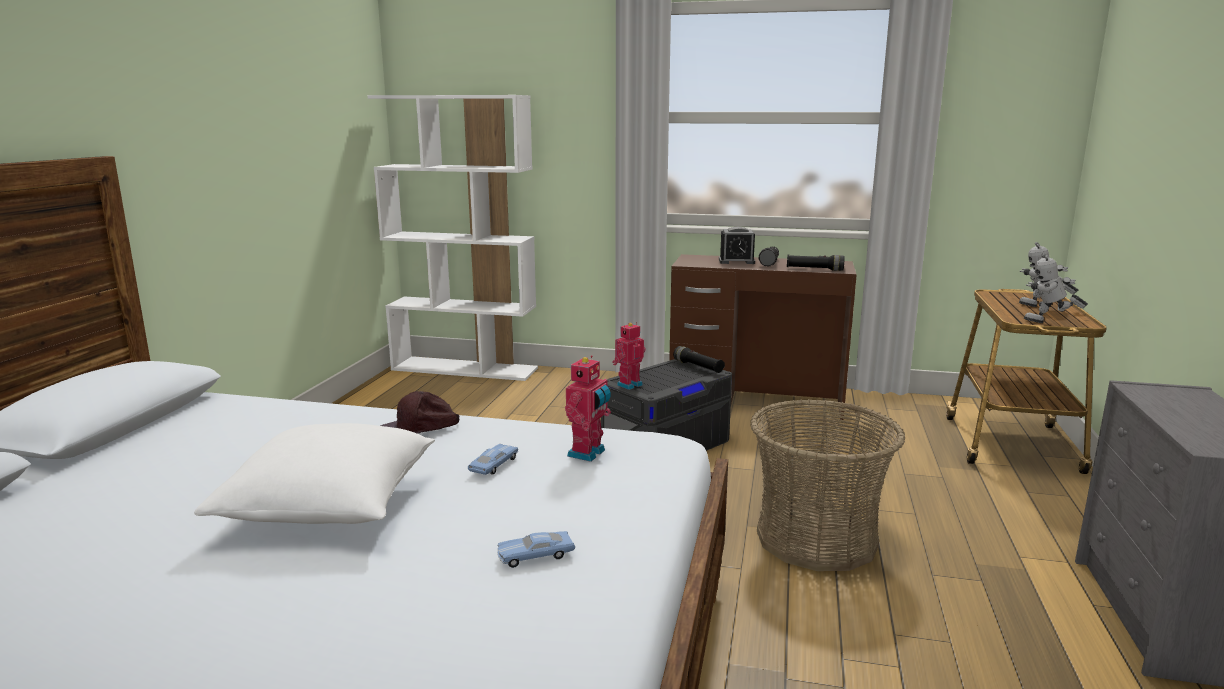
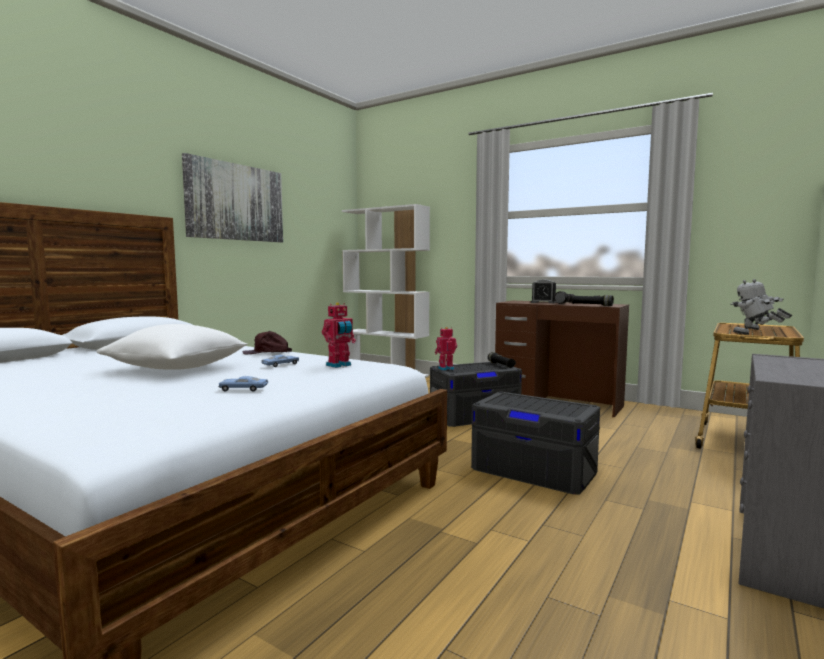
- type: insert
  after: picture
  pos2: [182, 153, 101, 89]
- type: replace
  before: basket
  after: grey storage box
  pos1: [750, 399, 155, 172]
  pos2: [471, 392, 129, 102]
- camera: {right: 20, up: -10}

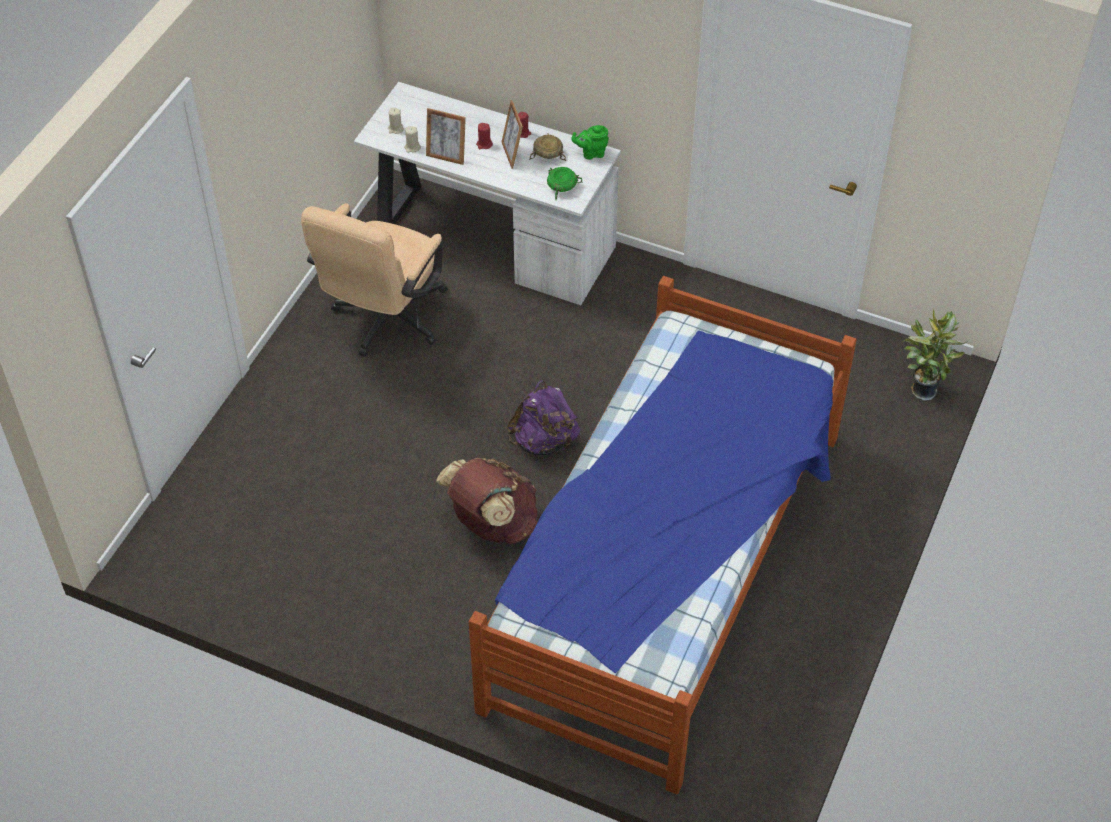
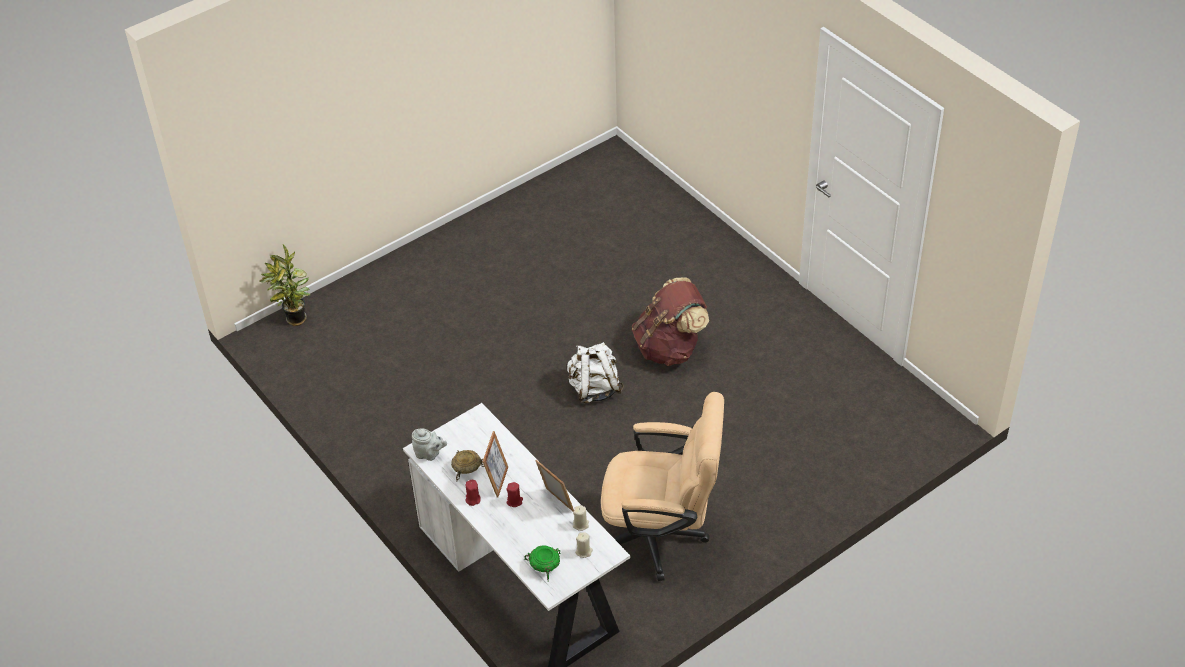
- type: recolor
  before: green teapot
  after: grey teapot
  pos1: [571, 125, 38, 35]
  pos2: [412, 428, 35, 33]
- type: move
  before: green bowl
  pos1: [547, 167, 36, 34]
  pos2: [525, 545, 35, 37]
- type: recolor
  before: purple backpack
  after: white backpack
  pos1: [507, 380, 73, 75]
  pos2: [567, 342, 57, 62]
- type: rotate
  before: beige office chair
  pos1: [301, 203, 147, 154]
  pos2: [601, 392, 123, 189]
  turn: 45
- type: delete
  before: bed
  pos1: [469, 276, 388, 518]
- camera: {right: -150, up: -5}

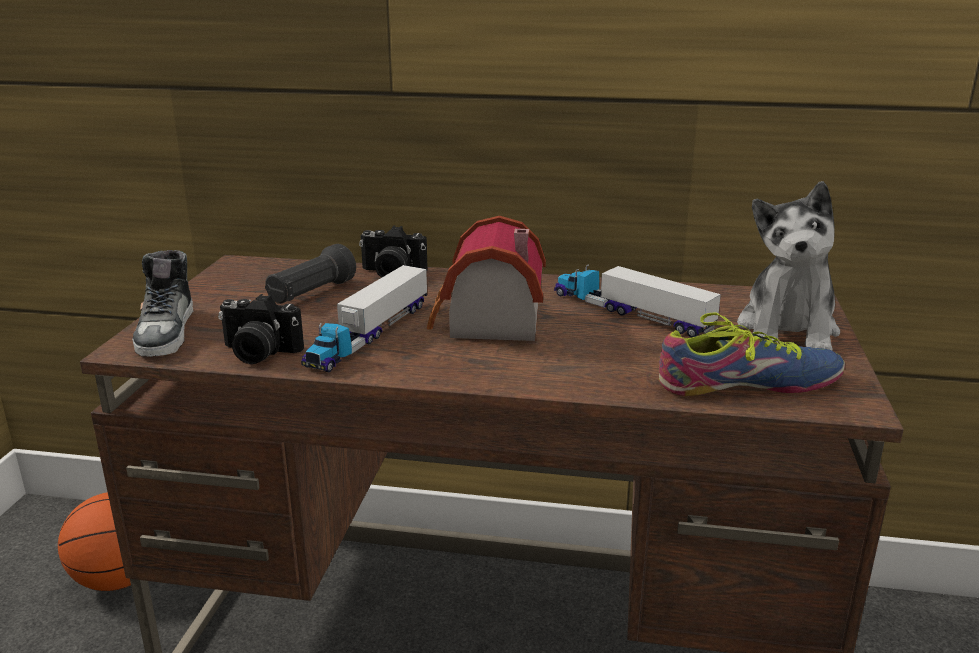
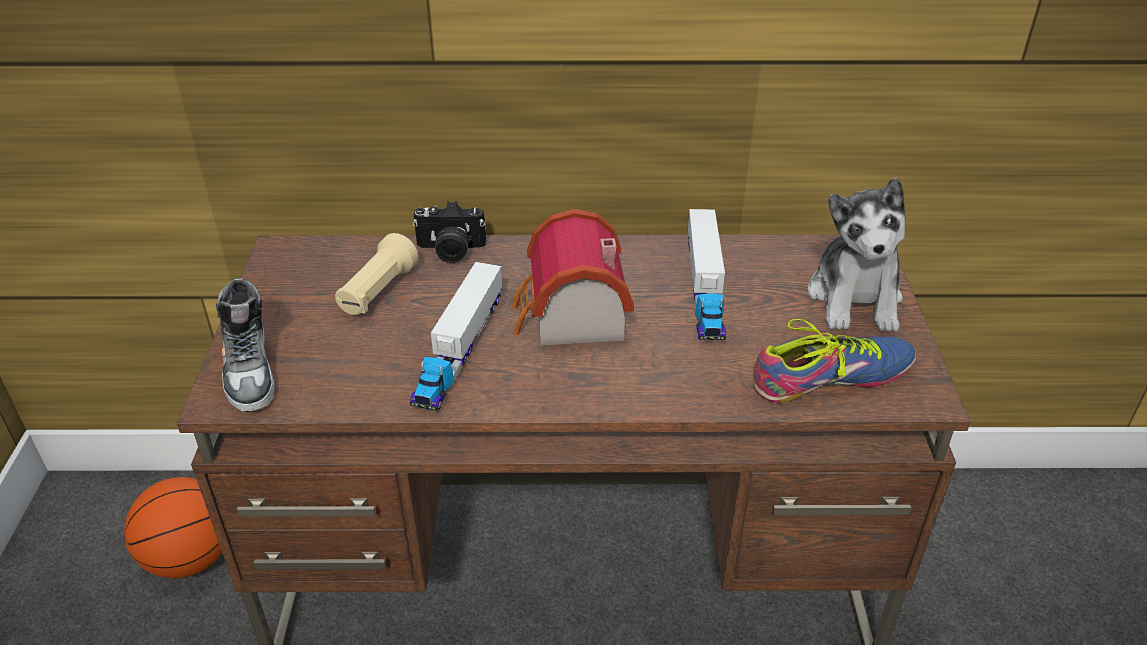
- type: recolor
  before: black flashlight
  after: beige flashlight
  pos1: [265, 244, 91, 60]
  pos2: [335, 233, 83, 82]
- type: rotate
  before: toy truck
  pos1: [554, 264, 167, 73]
  pos2: [688, 209, 38, 131]
  turn: -120
- type: delete
  before: photo camera
  pos1: [218, 294, 86, 70]
- camera: {right: -10, up: 15}

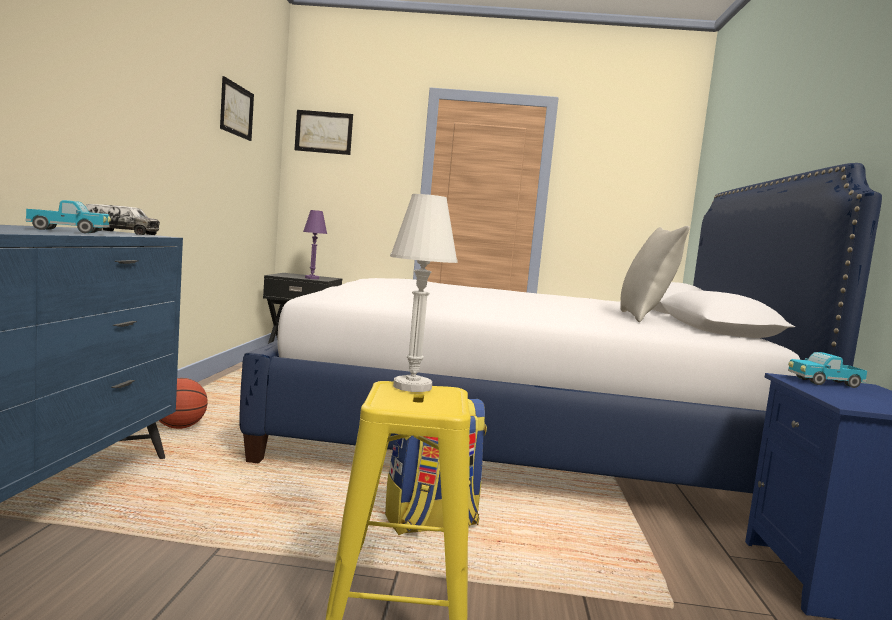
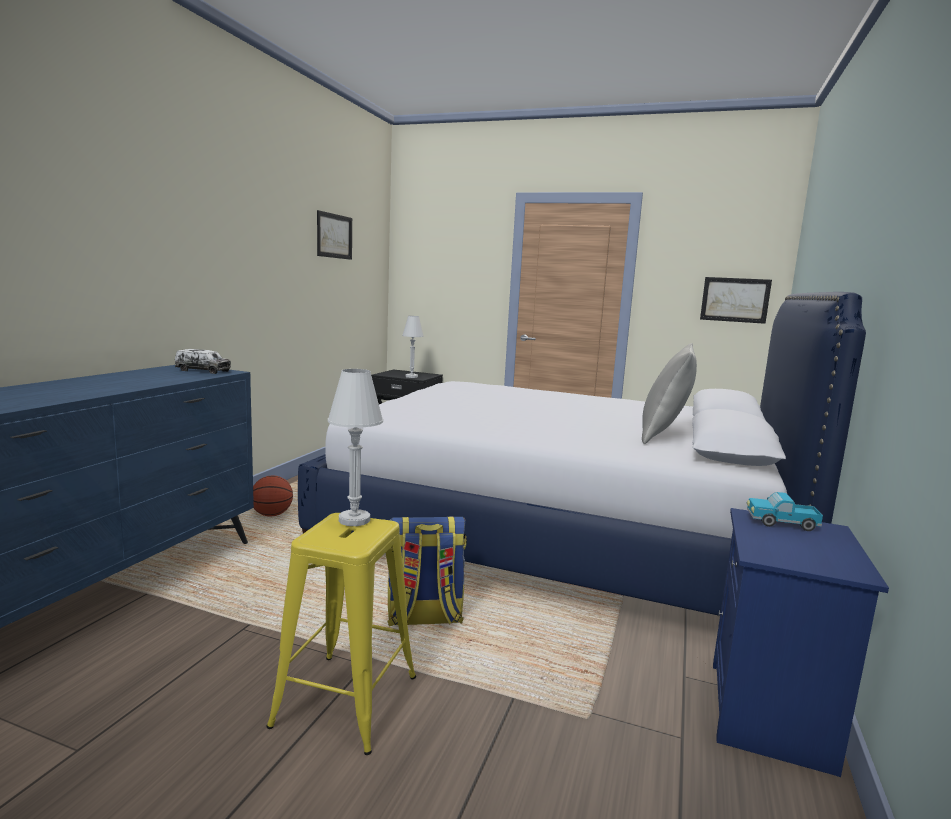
- type: recolor
  before: purple table lamp
  after: white table lamp
  pos1: [303, 210, 24, 69]
  pos2: [402, 316, 22, 62]
- type: move
  before: picture
  pos1: [295, 110, 58, 45]
  pos2: [700, 277, 72, 47]
- type: delete
  before: toy truck
  pos1: [25, 200, 86, 33]
- camera: {right: 15, up: 5}

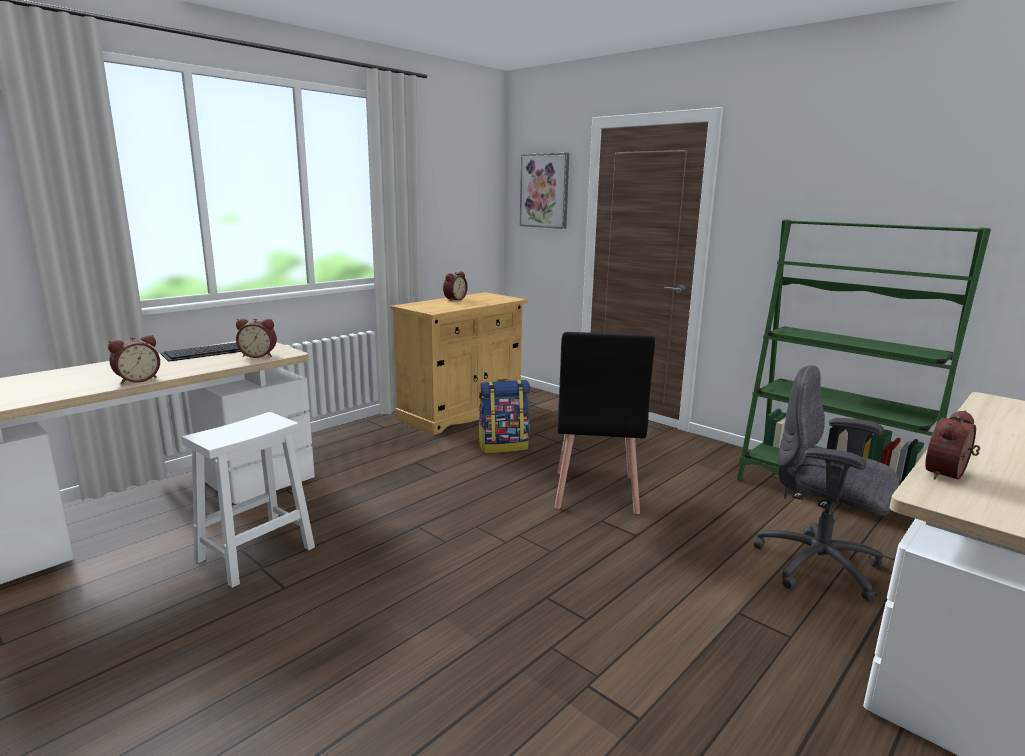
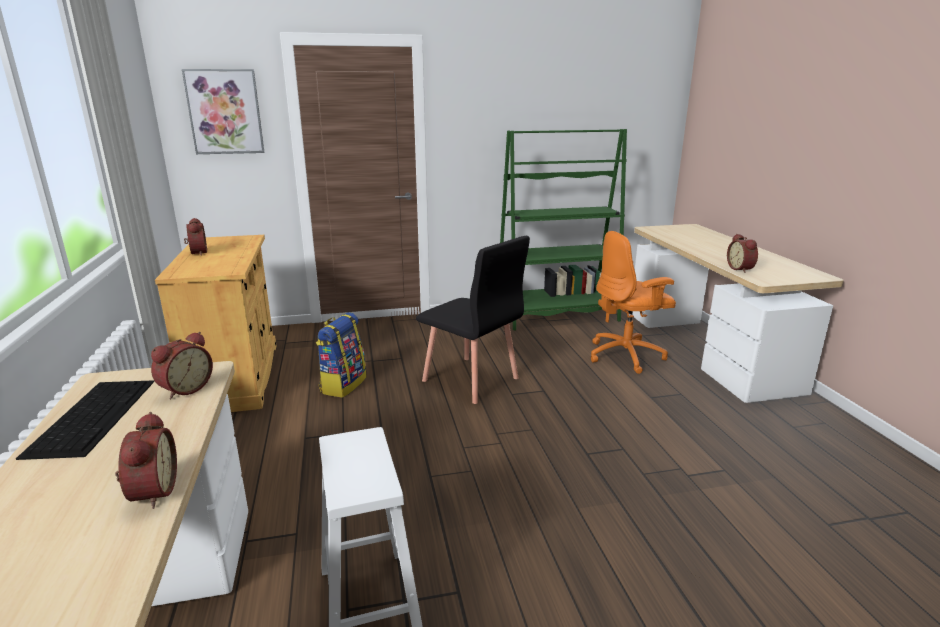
- type: recolor
  before: grey office chair
  after: orange office chair
  pos1: [754, 365, 145, 237]
  pos2: [591, 231, 85, 143]
- camera: {right: -55, up: 5}

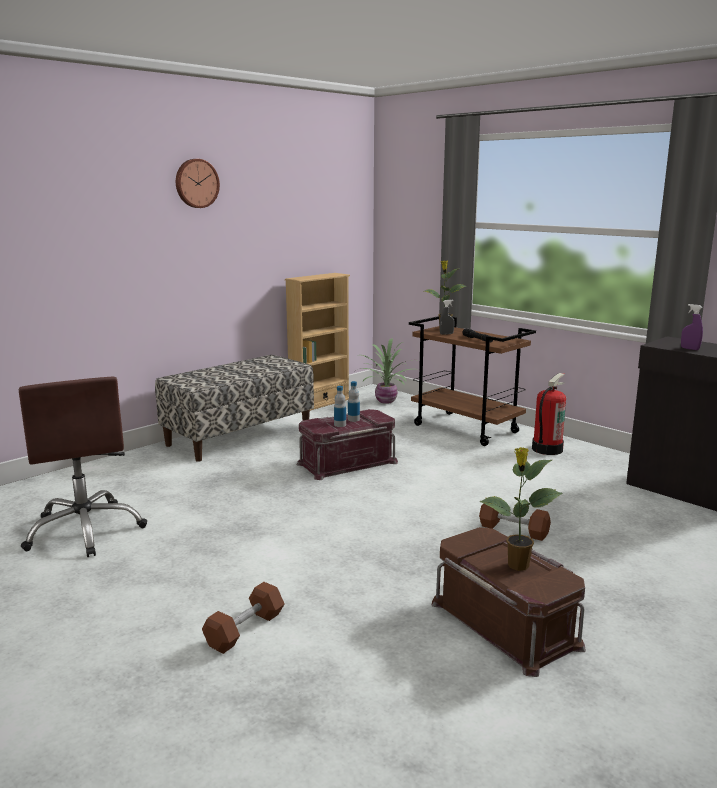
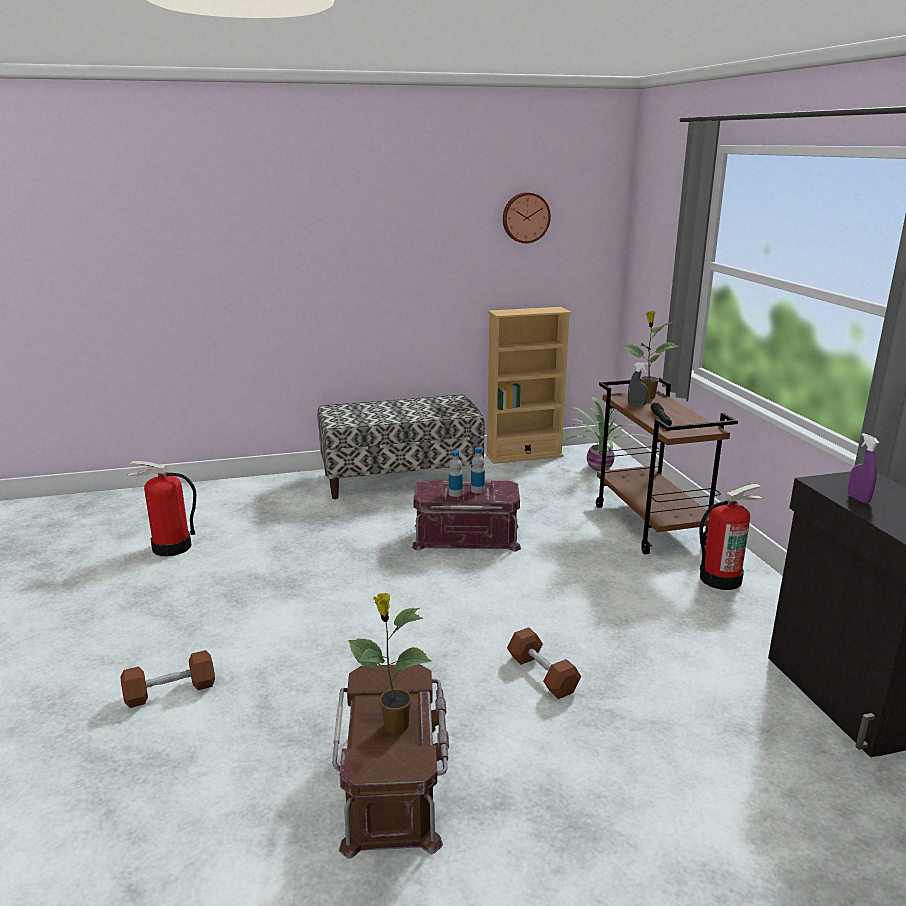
- type: replace
  before: brown office chair
  after: fire extinguisher
  pos1: [19, 377, 128, 180]
  pos2: [127, 461, 69, 95]
- type: move
  before: wall clock
  pos1: [176, 159, 44, 49]
  pos2: [503, 192, 48, 51]
- camera: {right: 30, up: 5}

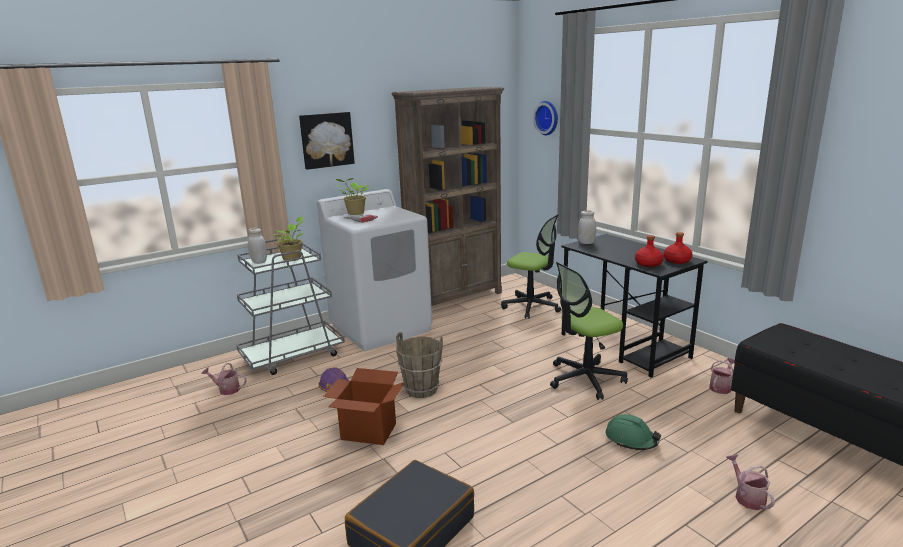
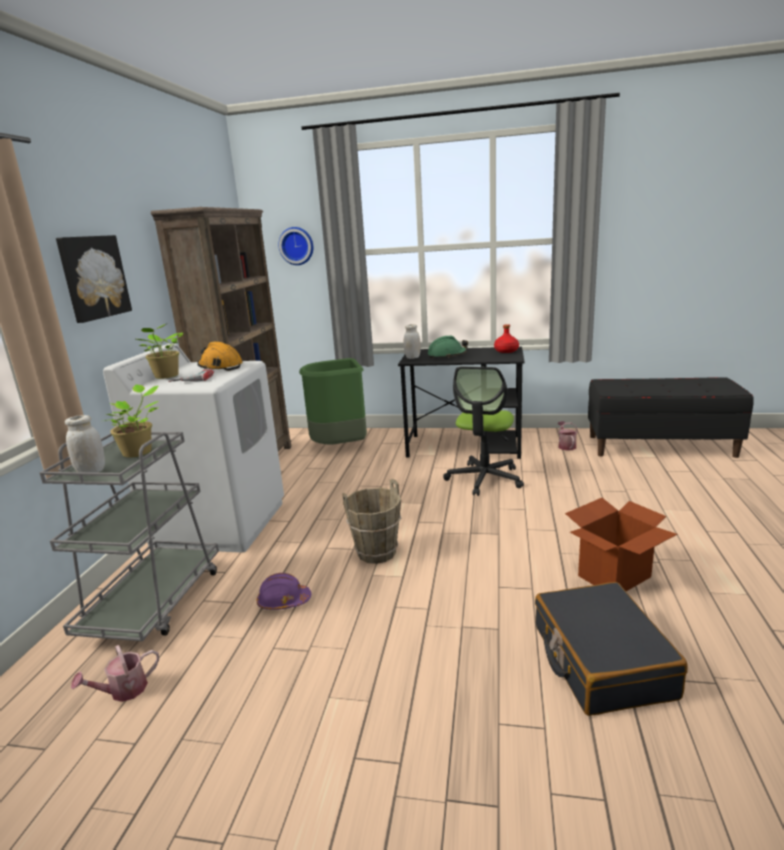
- type: insert
  after: orange hard hat
  pos2: [197, 342, 46, 29]
- type: replace
  before: office chair
  after: green trash can
  pos1: [501, 214, 60, 105]
  pos2: [299, 358, 68, 87]
- type: move
  before: green hard hat
  pos1: [606, 414, 55, 36]
  pos2: [428, 336, 40, 22]
- type: move
  before: cardboard box
  pos1: [324, 368, 81, 77]
  pos2: [565, 498, 112, 93]
- type: delete
  before: red bottle
  pos1: [635, 235, 29, 32]
- type: delete
  before: watering can
  pos1: [726, 454, 49, 56]
- camera: {right: -45, up: 0}

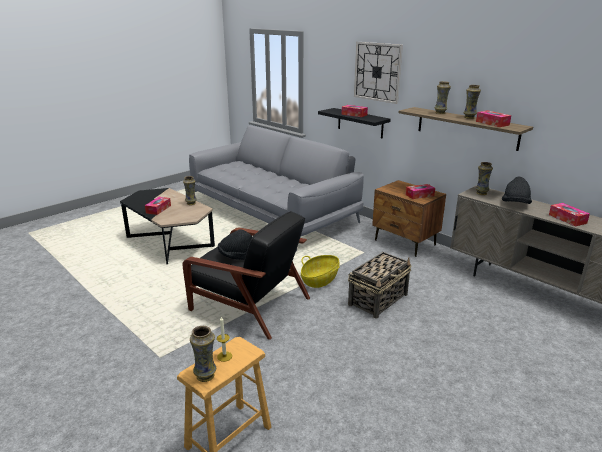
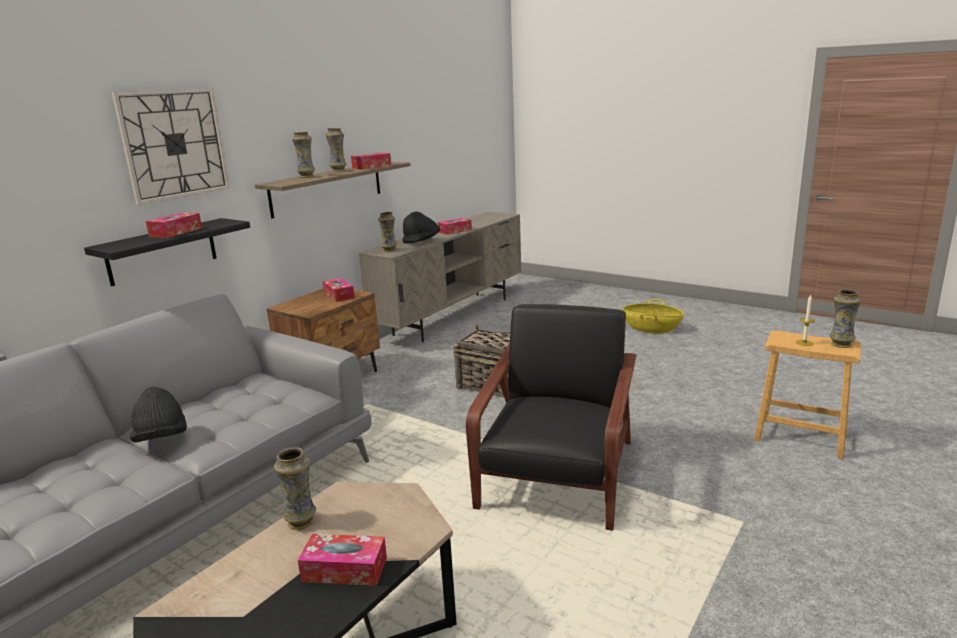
- type: move
  before: black hat
  pos1: [218, 229, 34, 31]
  pos2: [130, 387, 57, 55]
- type: move
  before: basket
  pos1: [301, 255, 39, 33]
  pos2: [622, 299, 62, 34]
- camera: {right: -100, up: -5}

